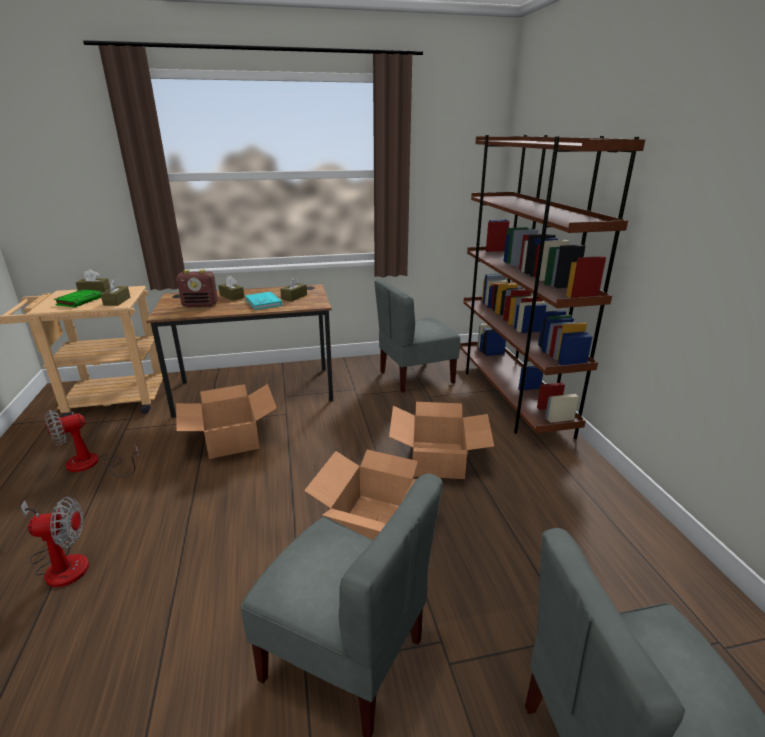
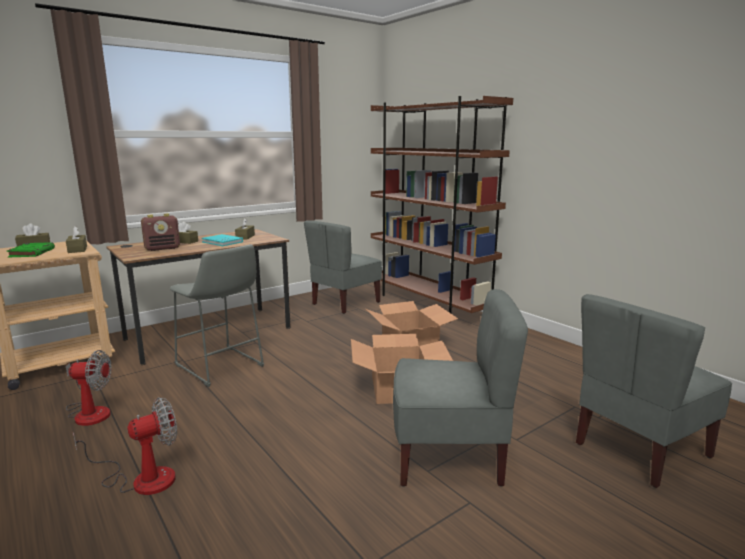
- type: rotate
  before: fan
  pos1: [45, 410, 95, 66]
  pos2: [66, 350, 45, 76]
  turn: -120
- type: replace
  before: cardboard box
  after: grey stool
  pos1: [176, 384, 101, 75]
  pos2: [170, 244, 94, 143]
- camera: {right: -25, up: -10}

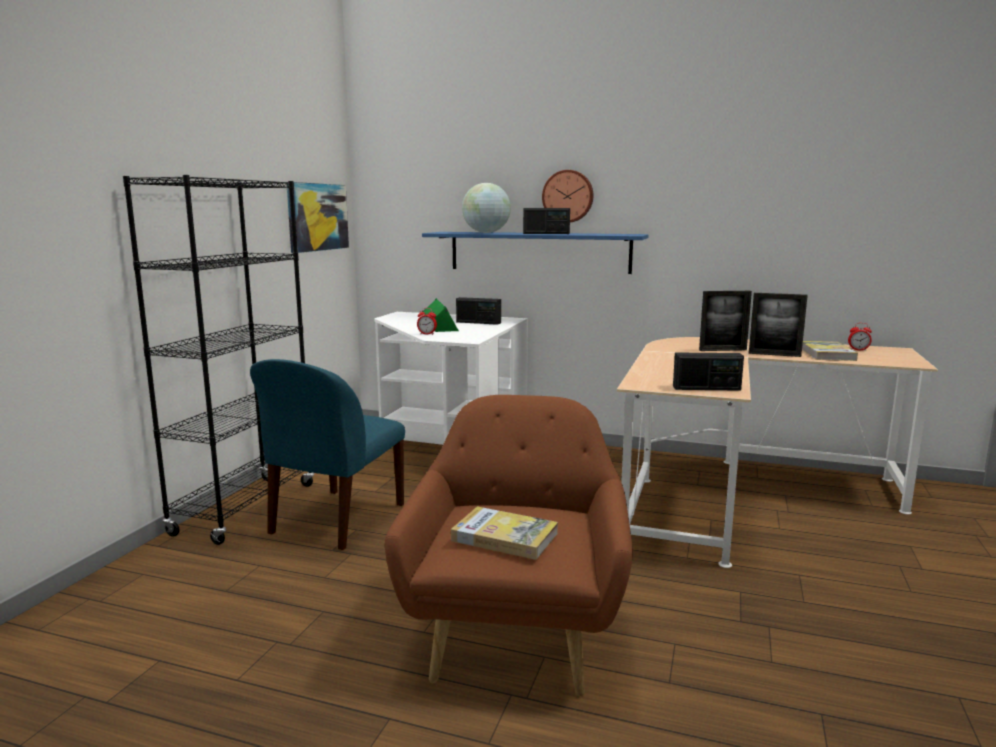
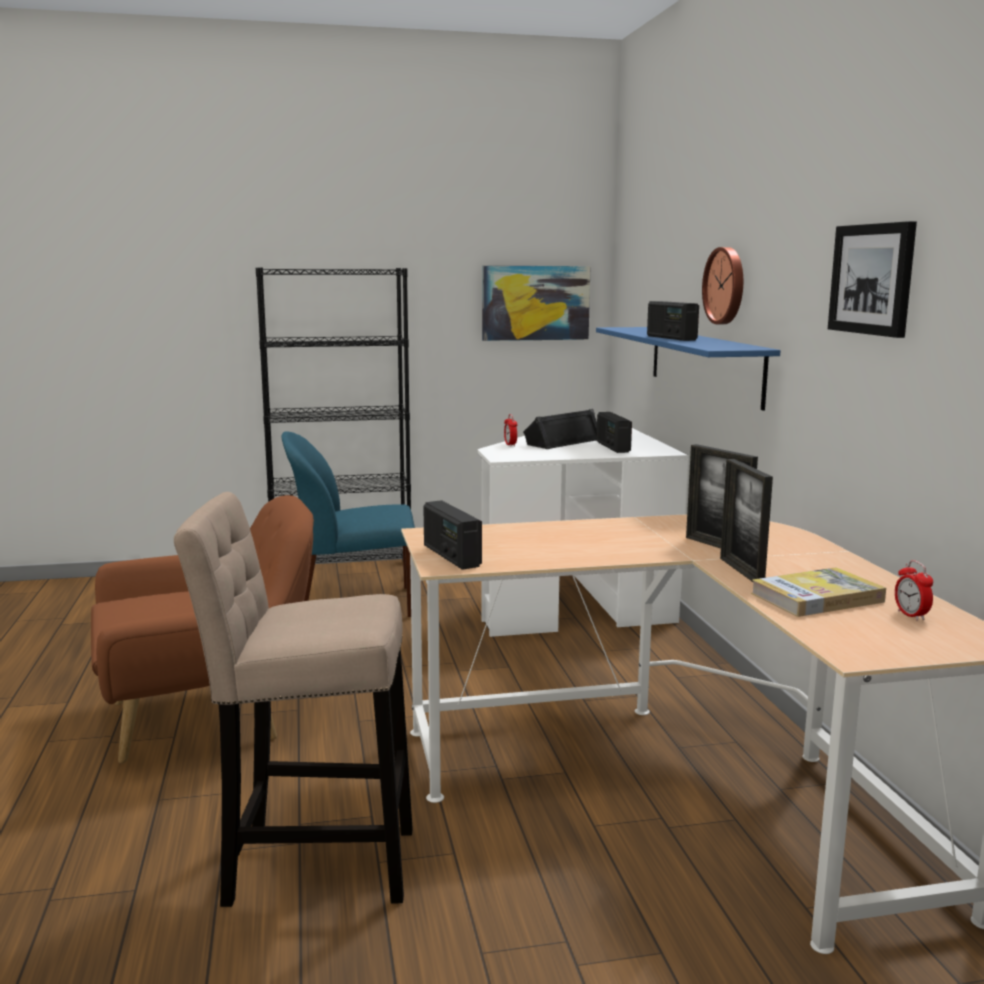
- type: insert
  after: beige stool
  pos2: [174, 492, 239, 415]
- type: recolor
  before: green speaker
  after: black speaker
  pos1: [423, 298, 36, 34]
  pos2: [523, 409, 74, 40]
- type: insert
  after: picture
  pos2: [828, 221, 89, 117]
- type: delete
  before: book
  pos1: [451, 506, 107, 54]
- type: delete
  before: globe
  pos1: [462, 183, 49, 50]
- camera: {right: 60, up: 0}

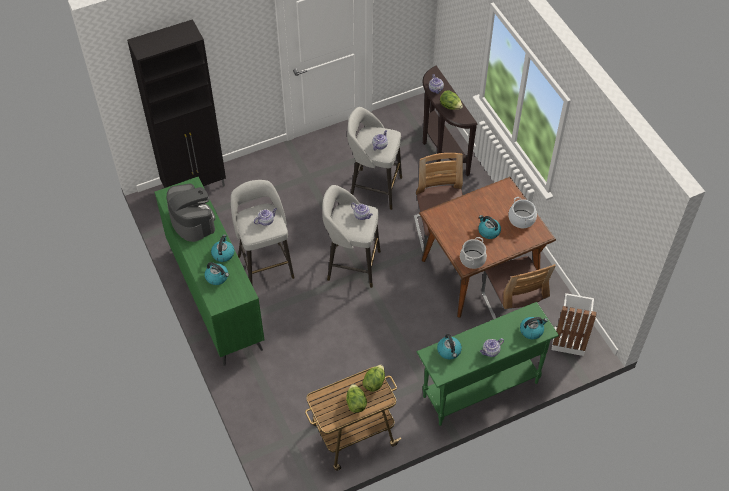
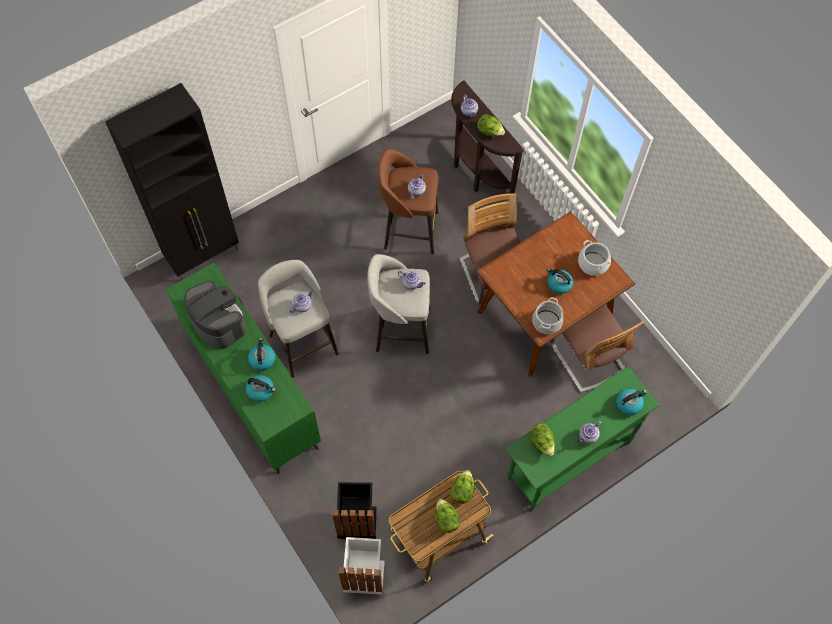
- type: insert
  after: black trash can
  pos2: [332, 482, 44, 57]
- type: move
  before: white trash can
  pos1: [552, 293, 45, 63]
  pos2: [339, 537, 46, 58]
- type: recolor
  before: grey stool
  after: brown stool
  pos1: [347, 107, 55, 103]
  pos2: [378, 149, 60, 105]
- type: replace
  before: kettle
  after: lettuce
  pos1: [437, 334, 25, 25]
  pos2: [529, 423, 26, 33]
- camera: {right: -10, up: 10}

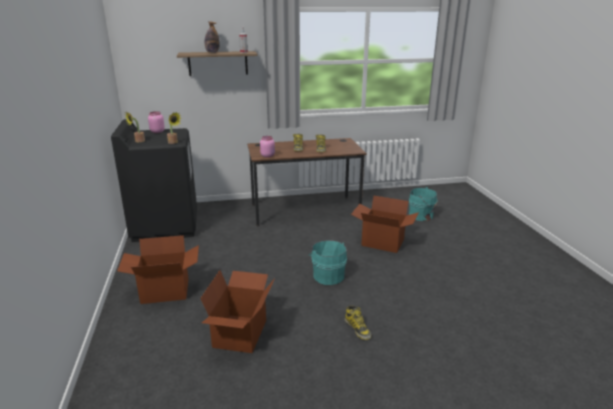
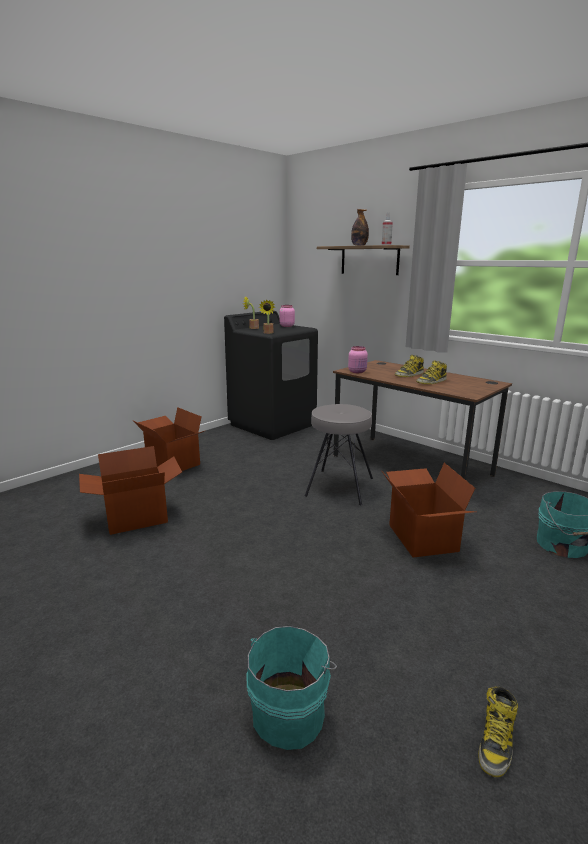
- type: move
  before: turquoise bucket
  pos1: [309, 241, 38, 44]
  pos2: [247, 626, 90, 124]
- type: insert
  after: grey stool
  pos2: [305, 404, 68, 101]
- type: move
  before: boot
  pos1: [345, 306, 26, 34]
  pos2: [478, 686, 40, 91]
- camera: {right: 55, up: -5}

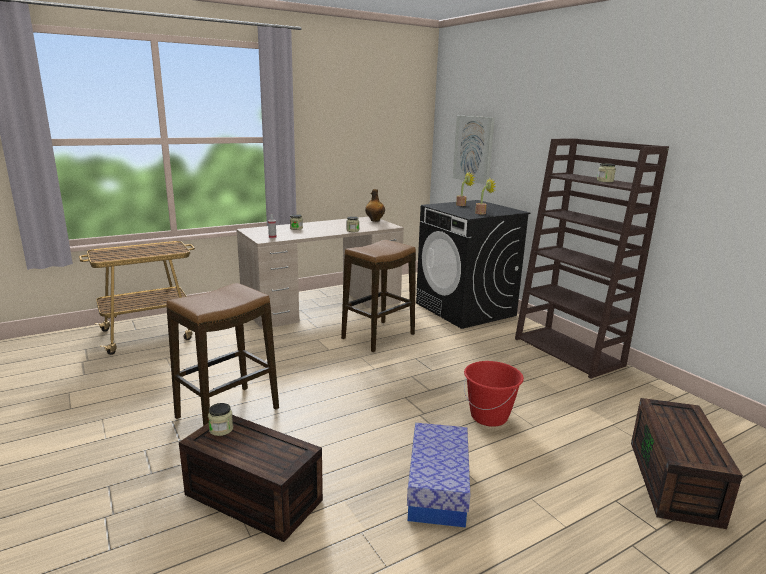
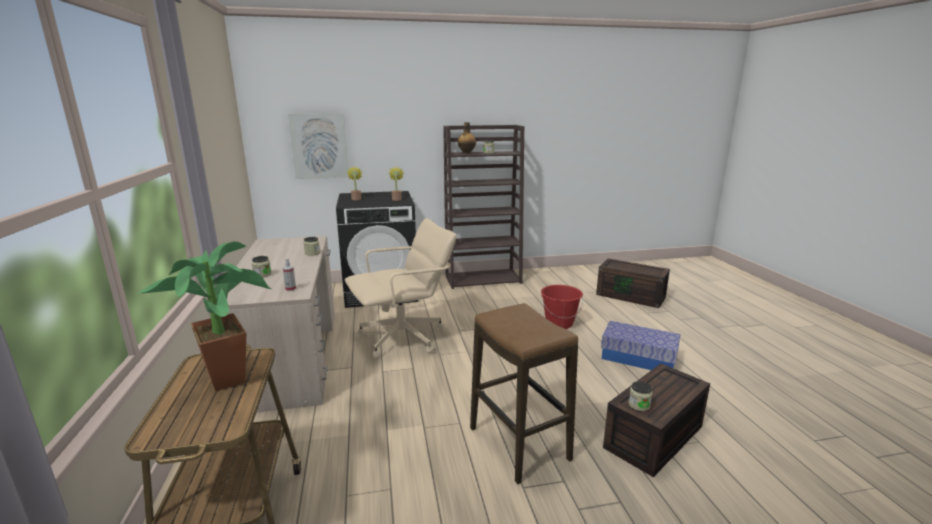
- type: insert
  after: potted plant
  pos2: [138, 241, 133, 150]
- type: replace
  before: stool
  after: beige office chair
  pos1: [341, 240, 75, 112]
  pos2: [345, 218, 111, 141]
- type: move
  before: bottle
  pos1: [365, 189, 20, 33]
  pos2: [458, 122, 18, 32]
- camera: {right: -70, up: 0}

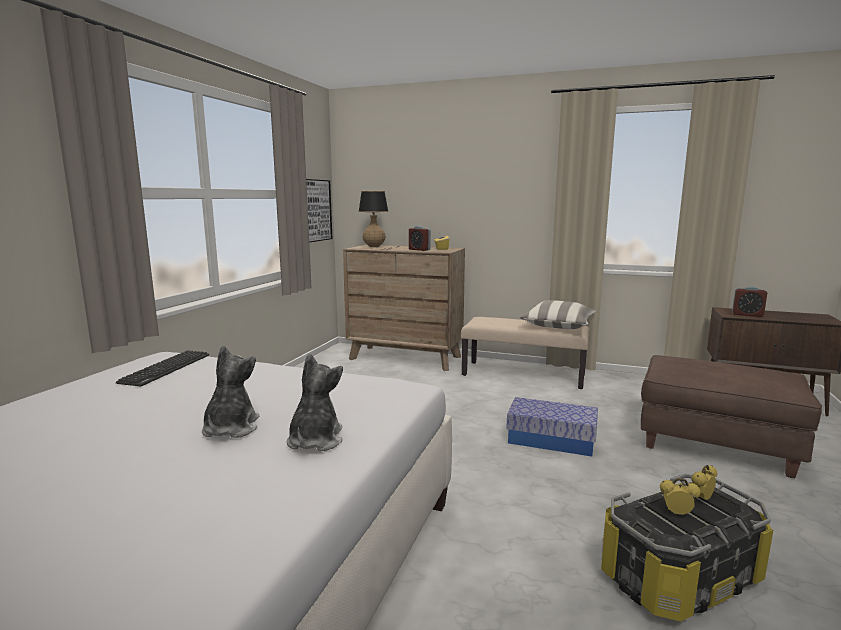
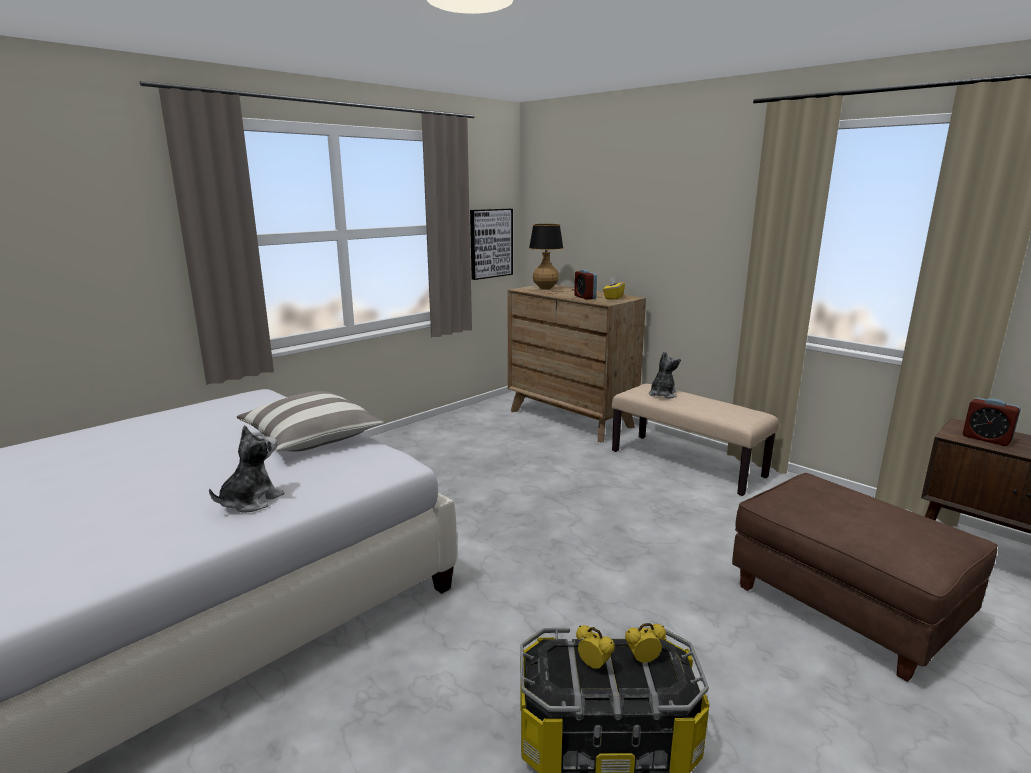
- type: move
  before: pillow
  pos1: [520, 300, 76, 29]
  pos2: [237, 391, 147, 61]
- type: move
  before: plush toy
  pos1: [202, 345, 58, 93]
  pos2: [649, 351, 32, 48]
- type: delete
  before: keyboard
  pos1: [116, 350, 93, 36]
- type: delete
  before: storage box
  pos1: [506, 397, 92, 60]
- camera: {right: 25, up: 5}

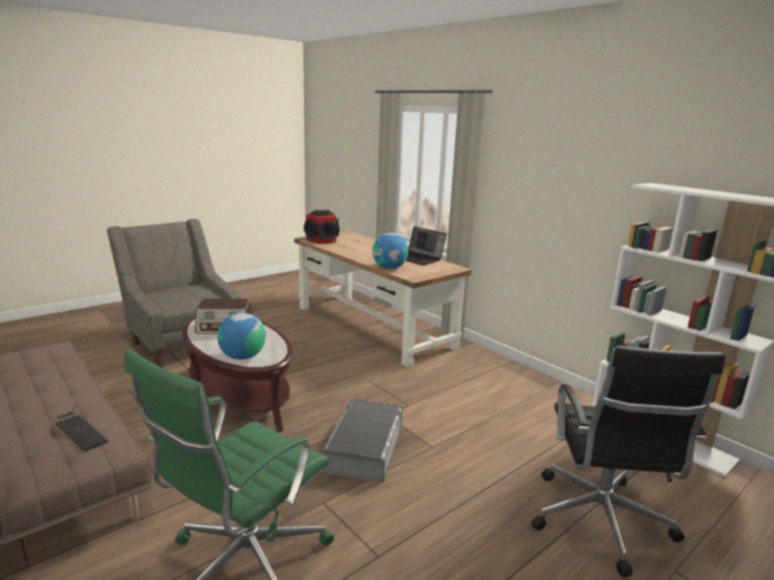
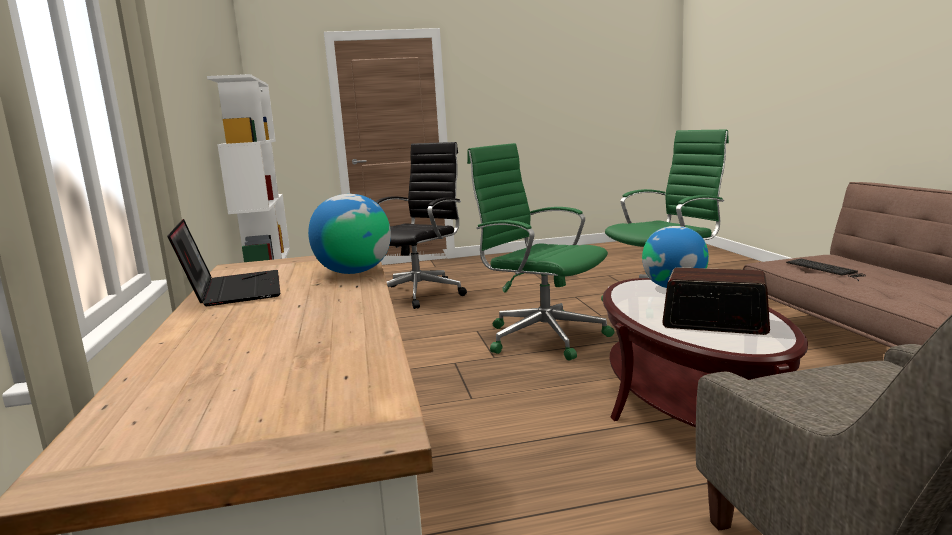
- type: replace
  before: grey storage box
  after: green office chair
  pos1: [323, 399, 80, 84]
  pos2: [467, 143, 147, 218]
- type: delete
  before: speaker
  pos1: [304, 210, 36, 34]
- camera: {right: -150, up: -5}

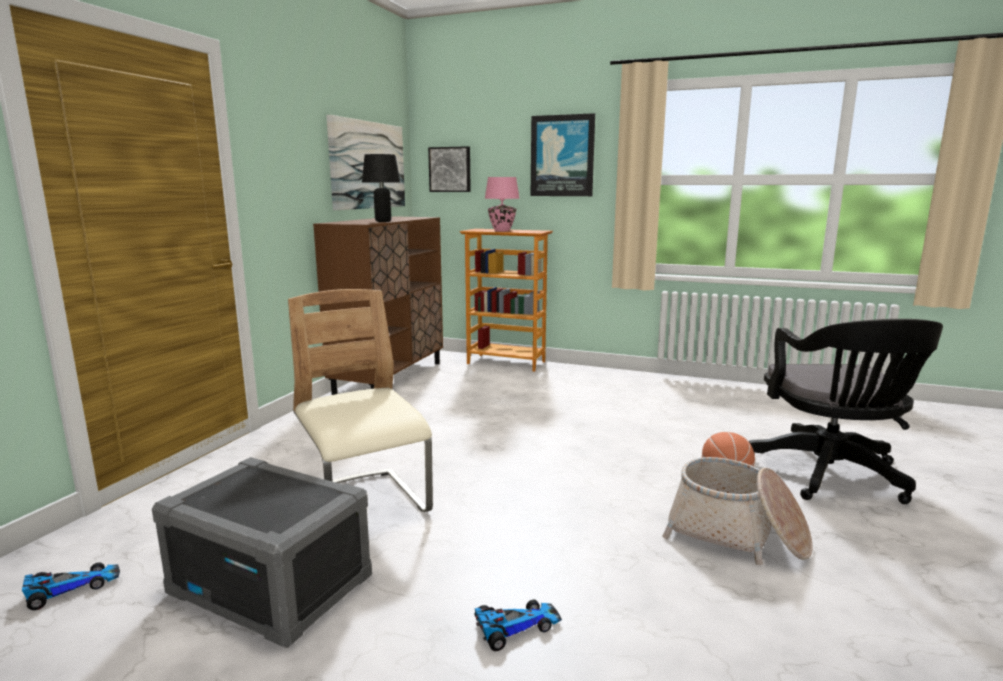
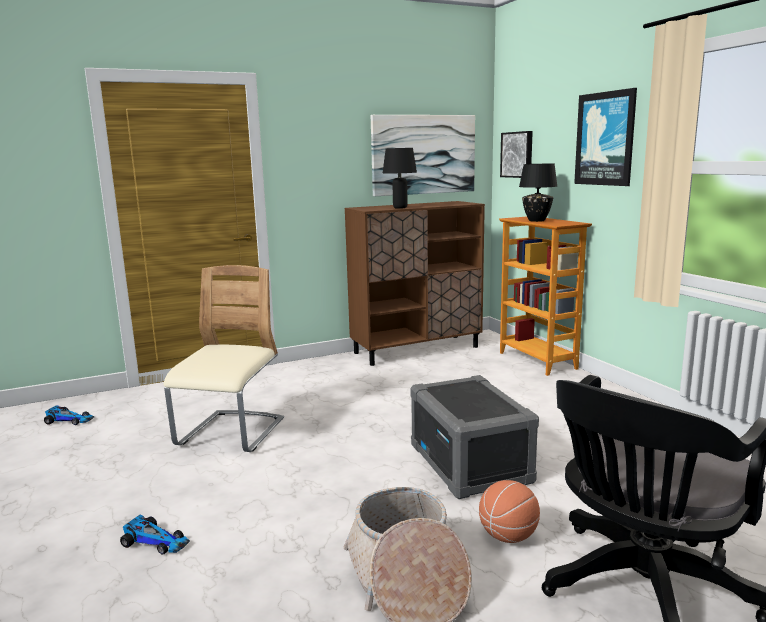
- type: move
  before: grey storage box
  pos1: [152, 457, 220, 191]
  pos2: [410, 375, 129, 124]
- type: recolor
  before: pink table lamp
  after: black table lamp
  pos1: [485, 177, 35, 54]
  pos2: [519, 164, 38, 58]
- camera: {right: 45, up: 0}

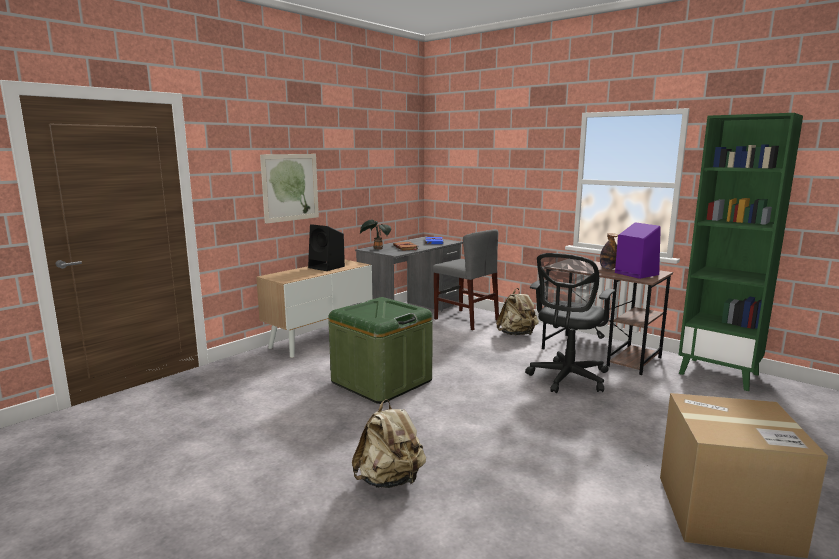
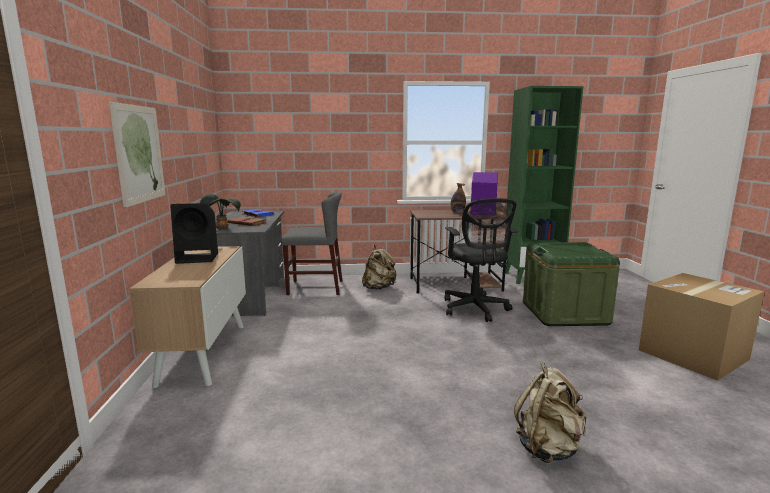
- type: move
  before: green storage box
  pos1: [328, 297, 105, 107]
  pos2: [523, 242, 97, 84]
- camera: {right: -45, up: 0}

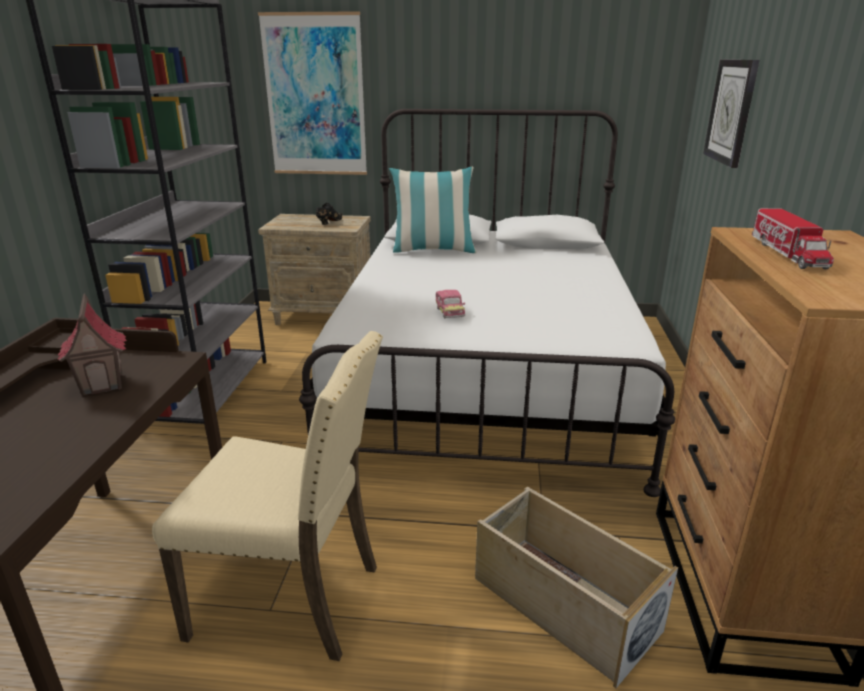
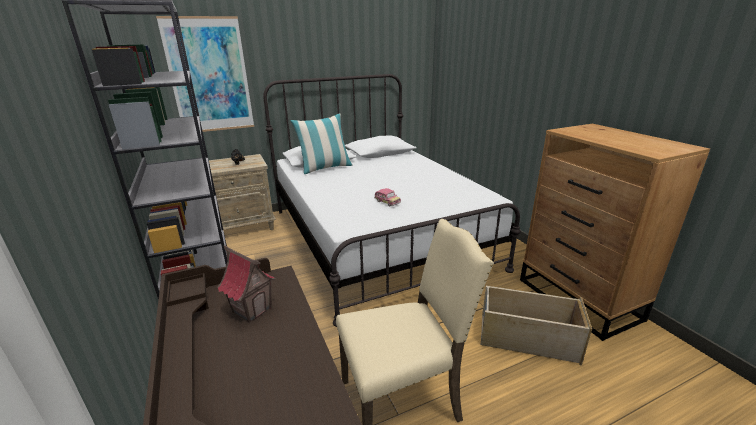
- type: delete
  before: wall clock
  pos1: [703, 59, 56, 109]
- type: delete
  before: toy truck
  pos1: [752, 208, 82, 61]
- camera: {right: -30, up: 0}

